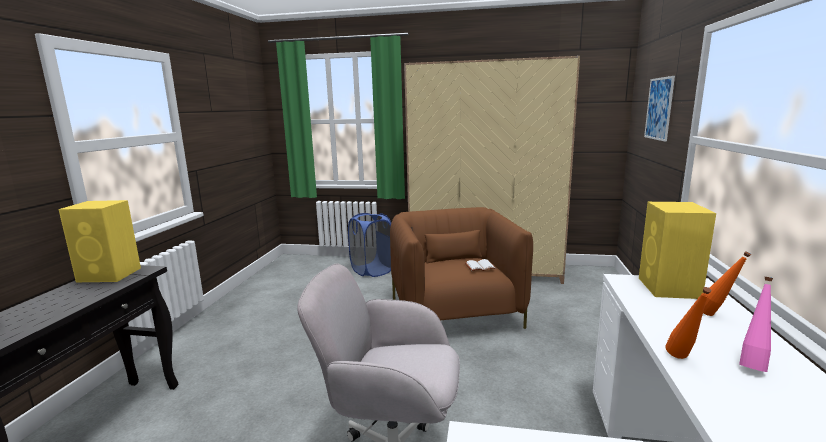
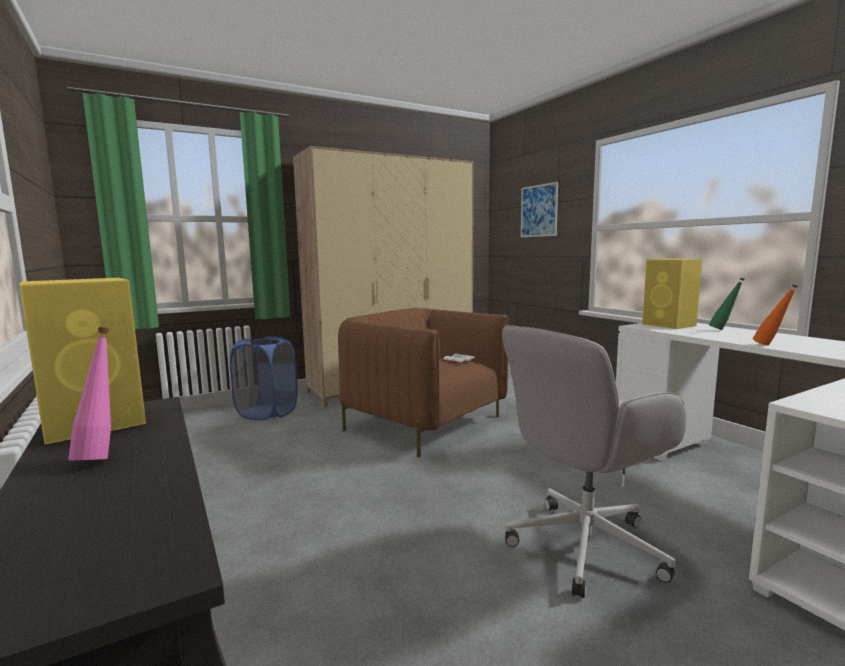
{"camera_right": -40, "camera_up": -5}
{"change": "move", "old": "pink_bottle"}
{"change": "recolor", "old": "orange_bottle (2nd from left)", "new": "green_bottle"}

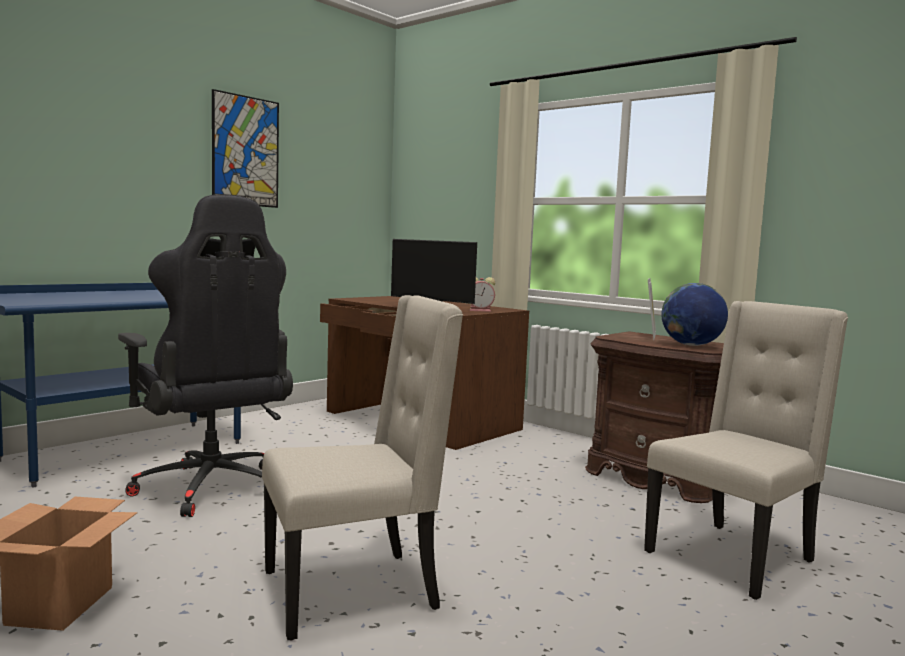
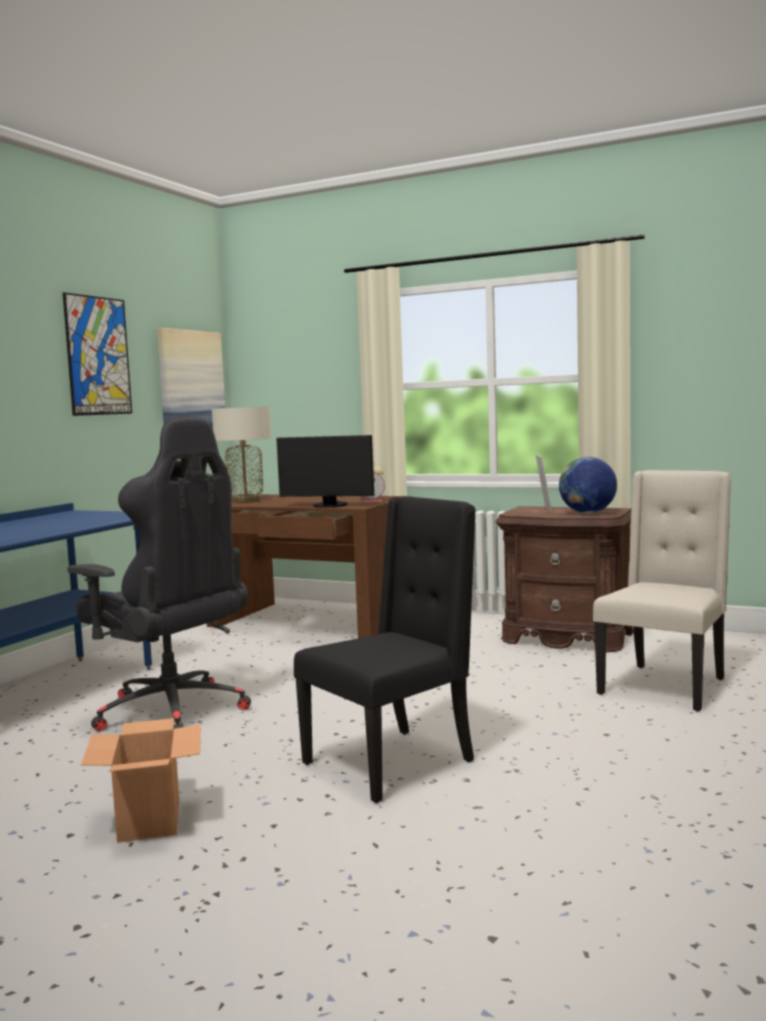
{"camera_right": -15, "camera_up": 0}
{"change": "insert", "new": "picture (2nd from left)"}
{"change": "insert", "new": "table_lamp"}
{"change": "recolor", "old": "beige_chair (1st from left)", "new": "black_chair"}

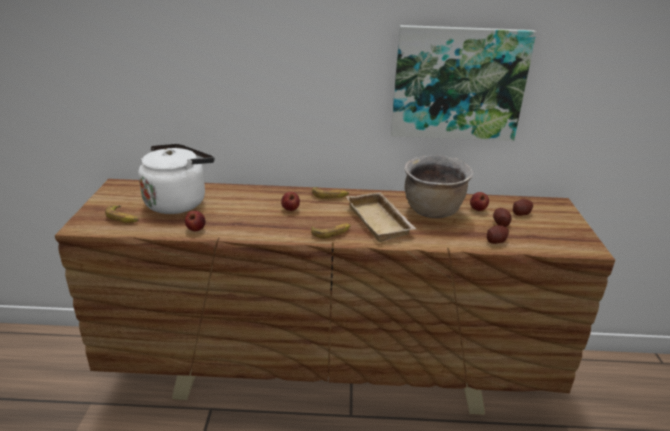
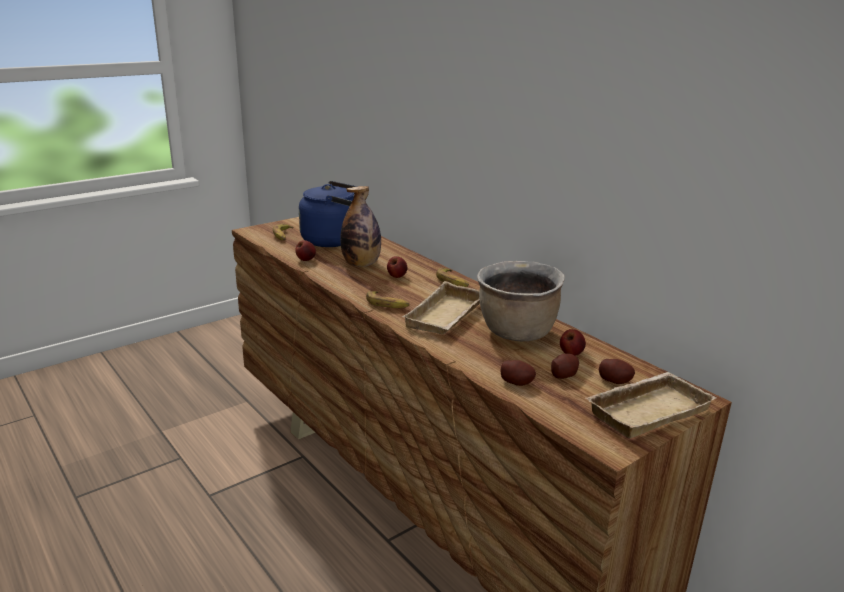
{"camera_right": 50, "camera_up": -5}
{"change": "delete", "old": "picture"}
{"change": "insert", "new": "bottle"}
{"change": "insert", "new": "beige_tray (2nd from left)"}
{"change": "recolor", "old": "white_kettle", "new": "blue_kettle"}

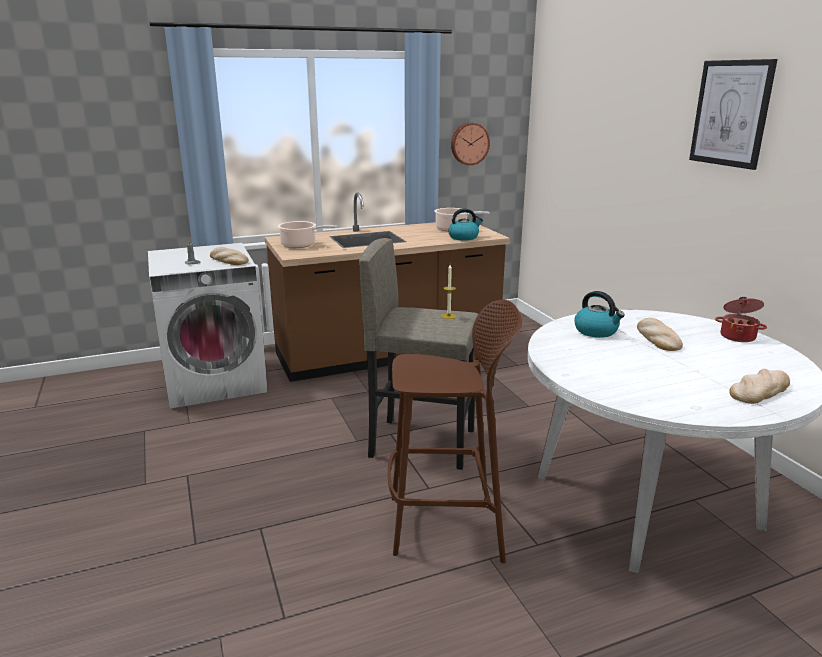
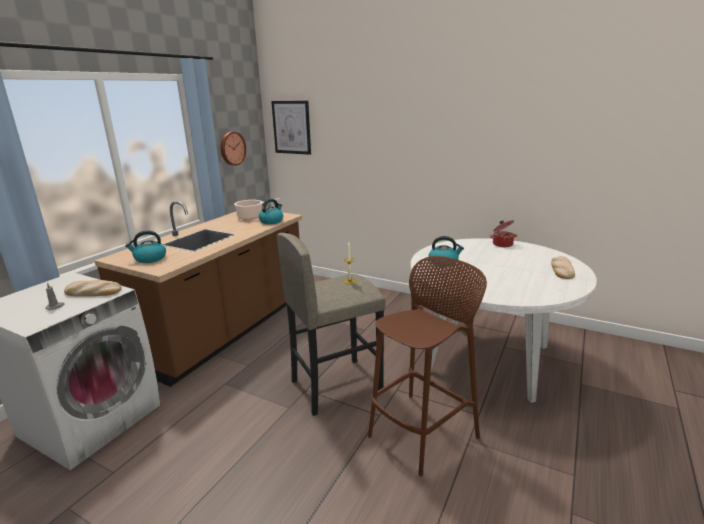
{"camera_right": -40, "camera_up": 0}
{"change": "delete", "old": "bread (2nd from left)"}
{"change": "move", "old": "picture"}
{"change": "replace", "old": "cooking_pot (1st from left)", "new": "kettle (1st from left)"}

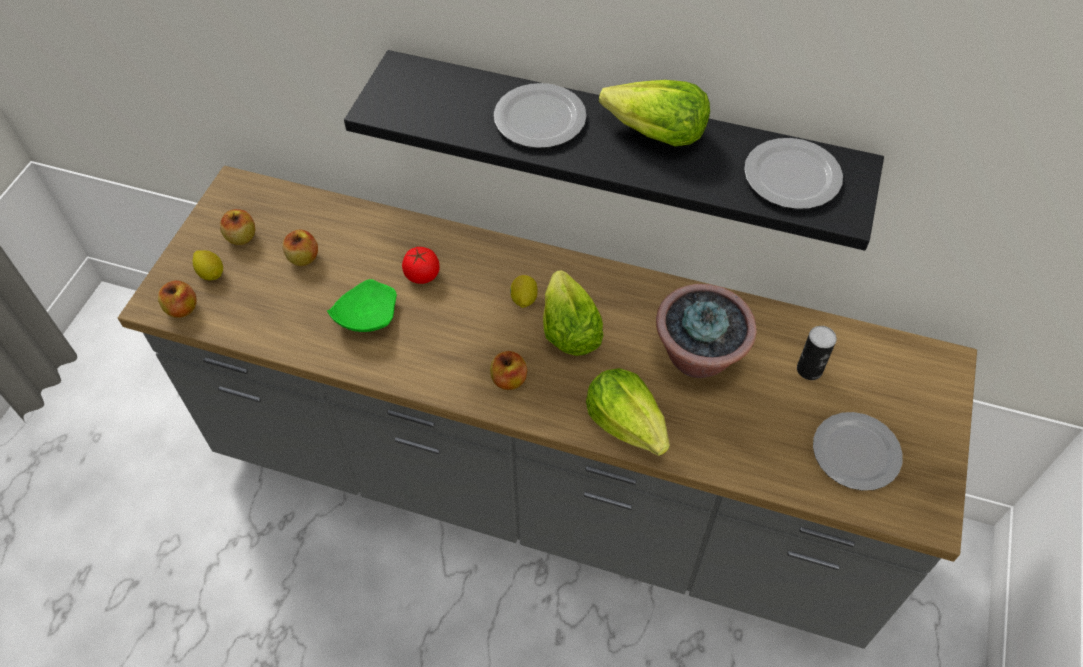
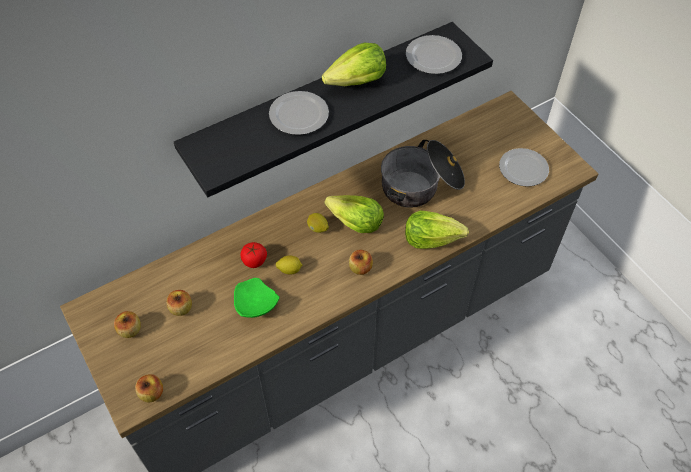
{"camera_right": -50, "camera_up": 0}
{"change": "delete", "old": "can"}
{"change": "move", "old": "lemon (1st from left)"}
{"change": "replace", "old": "potted_plant", "new": "cooking_pot"}

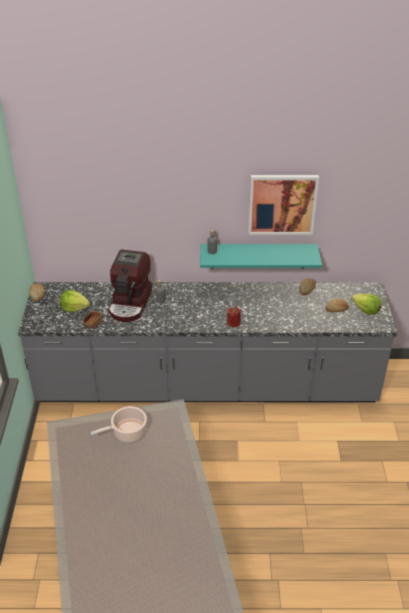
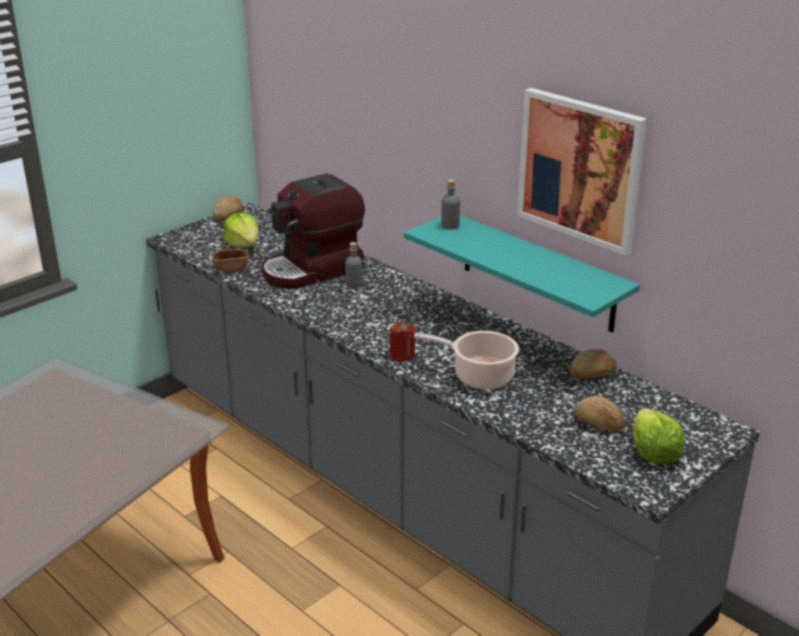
{"camera_right": 45, "camera_up": -10}
{"change": "move", "old": "cooking_pot"}

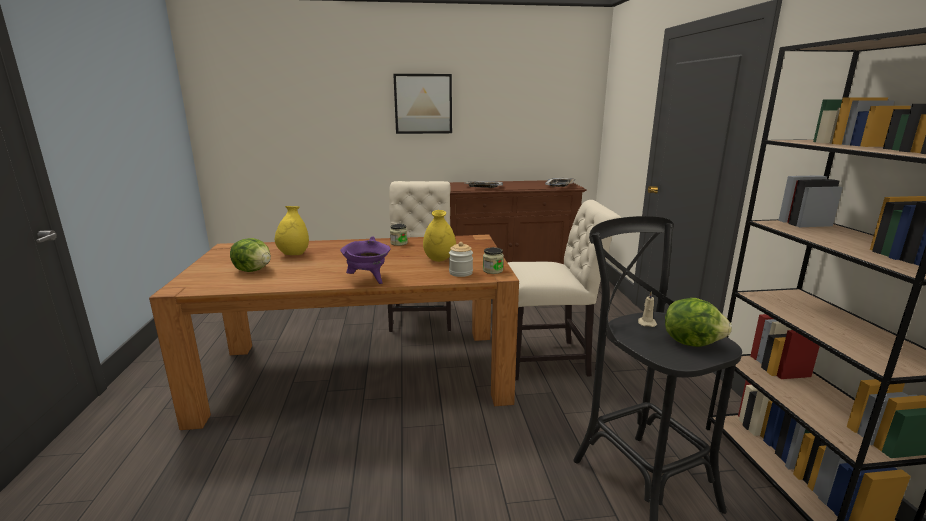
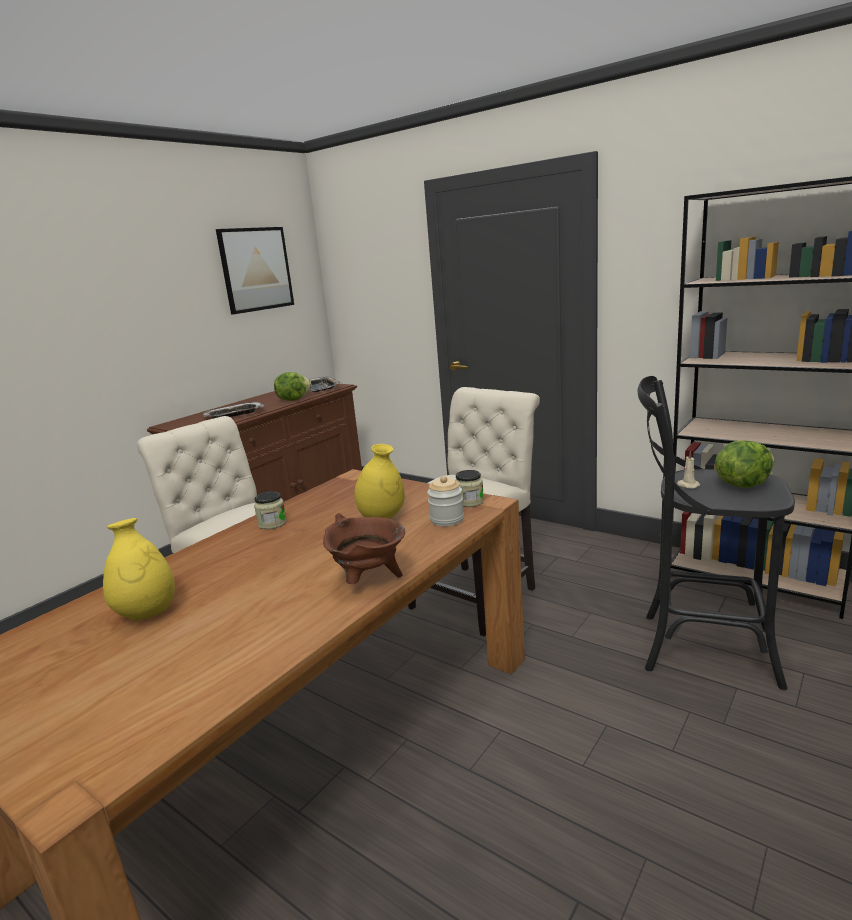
{"camera_right": -45, "camera_up": 0}
{"change": "move", "old": "lettuce (1st from left)"}
{"change": "move", "old": "picture"}
{"change": "recolor", "old": "purple_cooking_pot", "new": "brown_cooking_pot"}

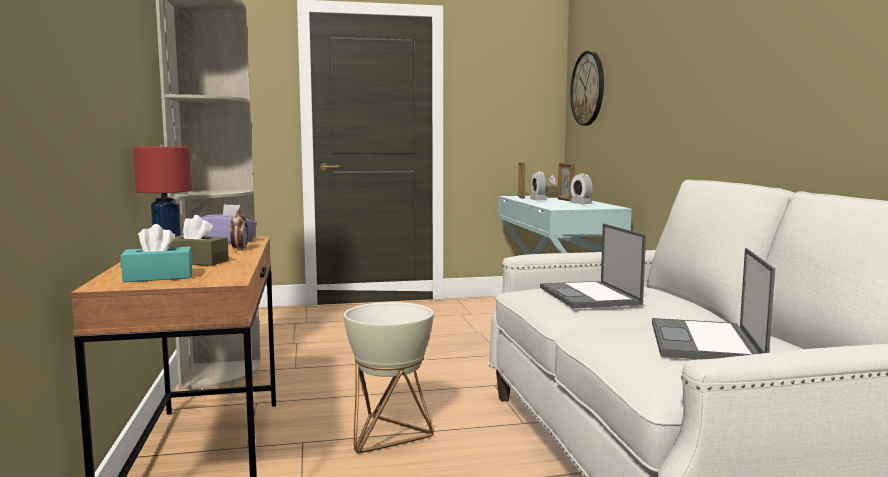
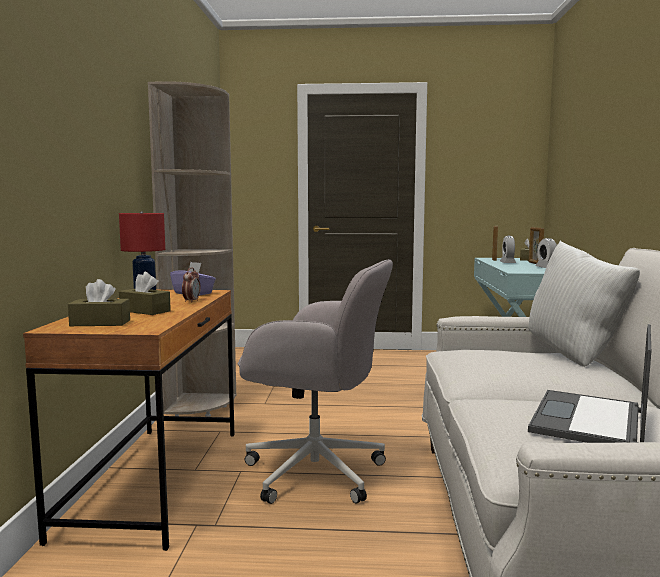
{"camera_right": 15, "camera_up": 0}
{"change": "delete", "old": "laptop (1st from left)"}
{"change": "delete", "old": "wall_clock"}
{"change": "insert", "new": "white_pillow"}
{"change": "replace", "old": "planter", "new": "grey_office_chair"}
{"change": "recolor", "old": "turquoise_tissue_box", "new": "brown_tissue_box (1st from left)"}

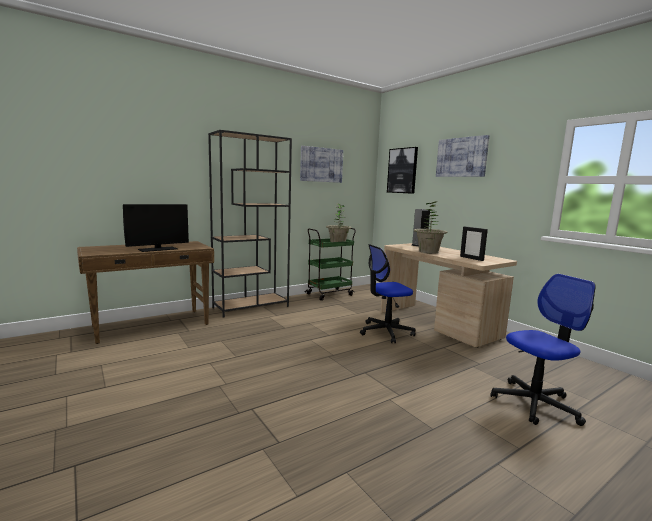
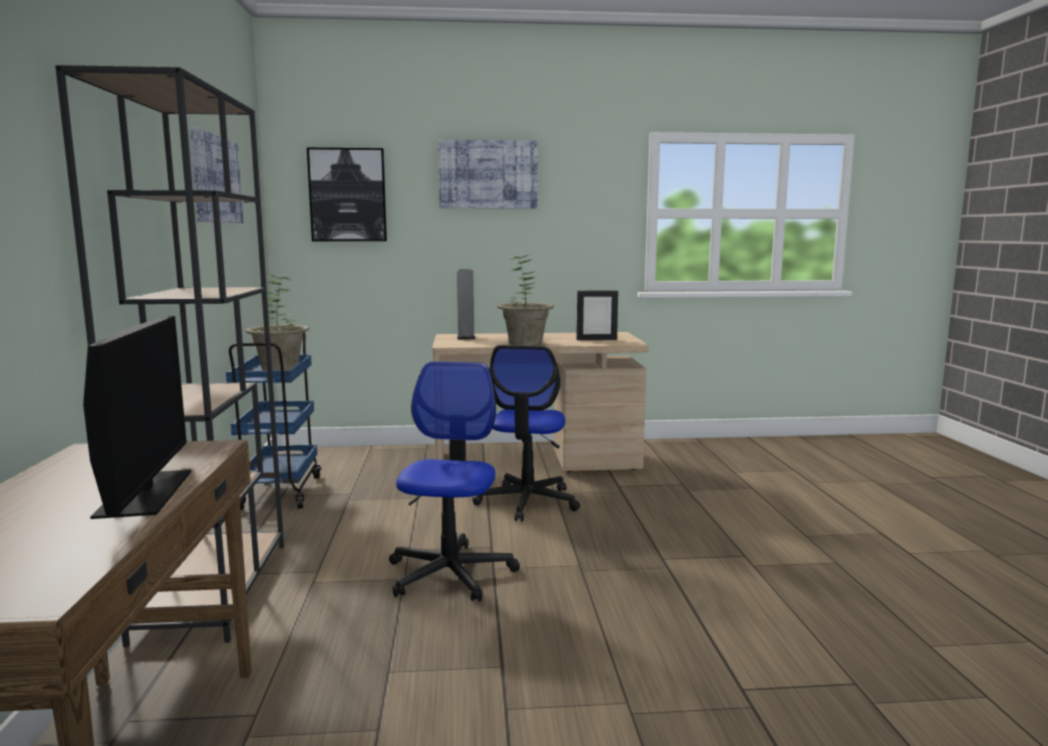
{"camera_right": -60, "camera_up": 0}
{"change": "move", "old": "office_chair (2nd from left in the first image)", "new": "office_chair (1st from left)"}
{"change": "recolor", "old": "green_cart", "new": "blue_cart"}

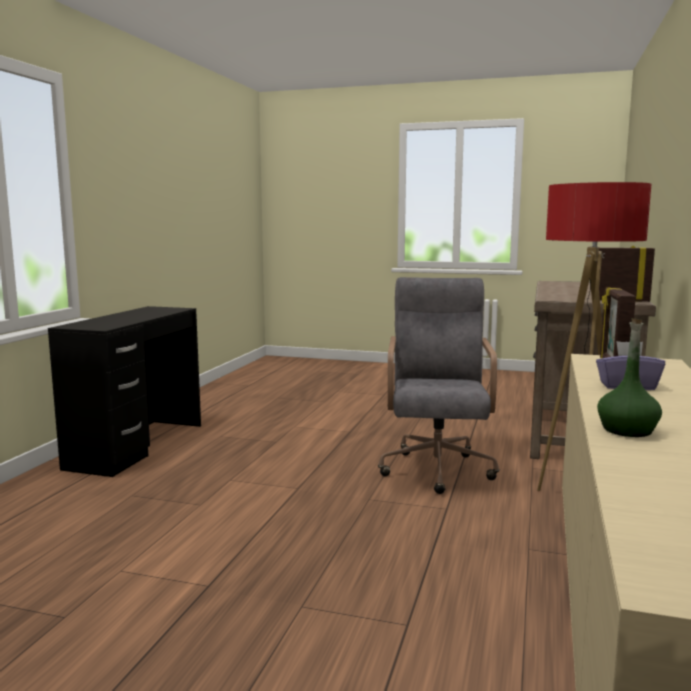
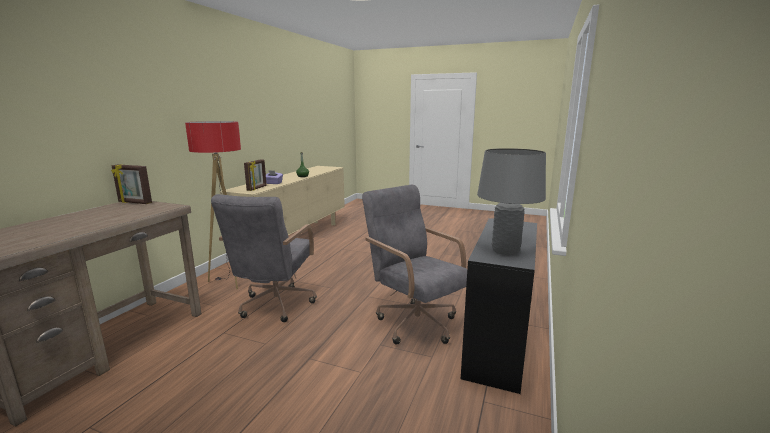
{"camera_right": -175, "camera_up": 5}
{"change": "insert", "new": "grey_office_chair (2nd from left)"}
{"change": "insert", "new": "grey_table_lamp"}

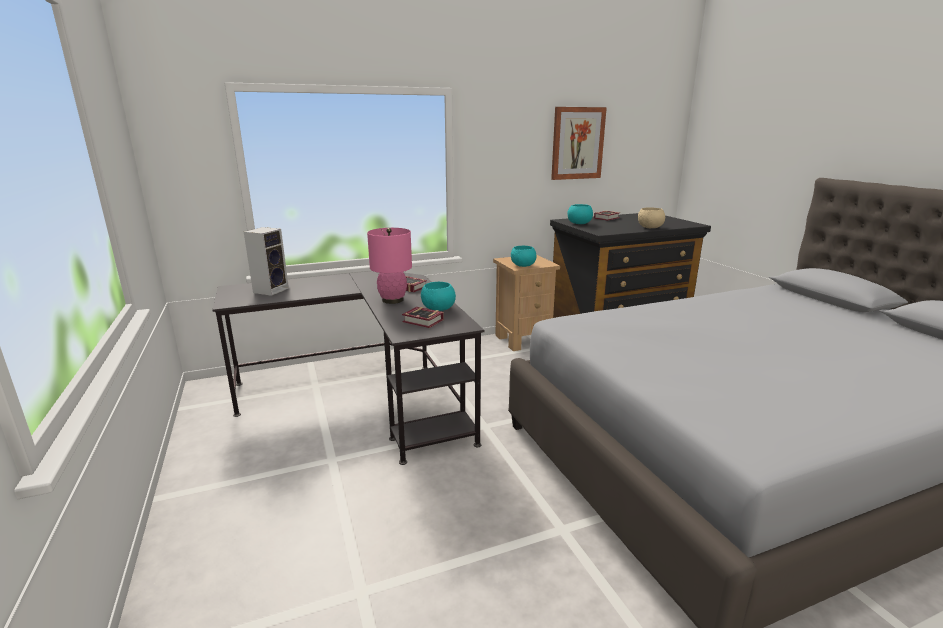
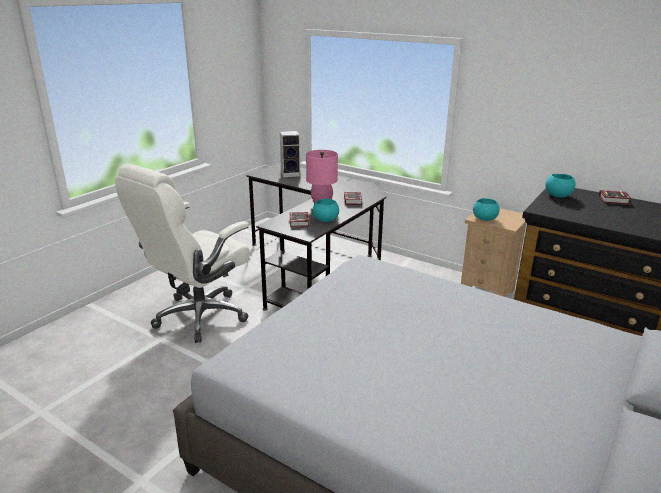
{"camera_right": 55, "camera_up": 5}
{"change": "delete", "old": "picture"}
{"change": "delete", "old": "beige_bowl"}
{"change": "insert", "new": "white_office_chair"}

